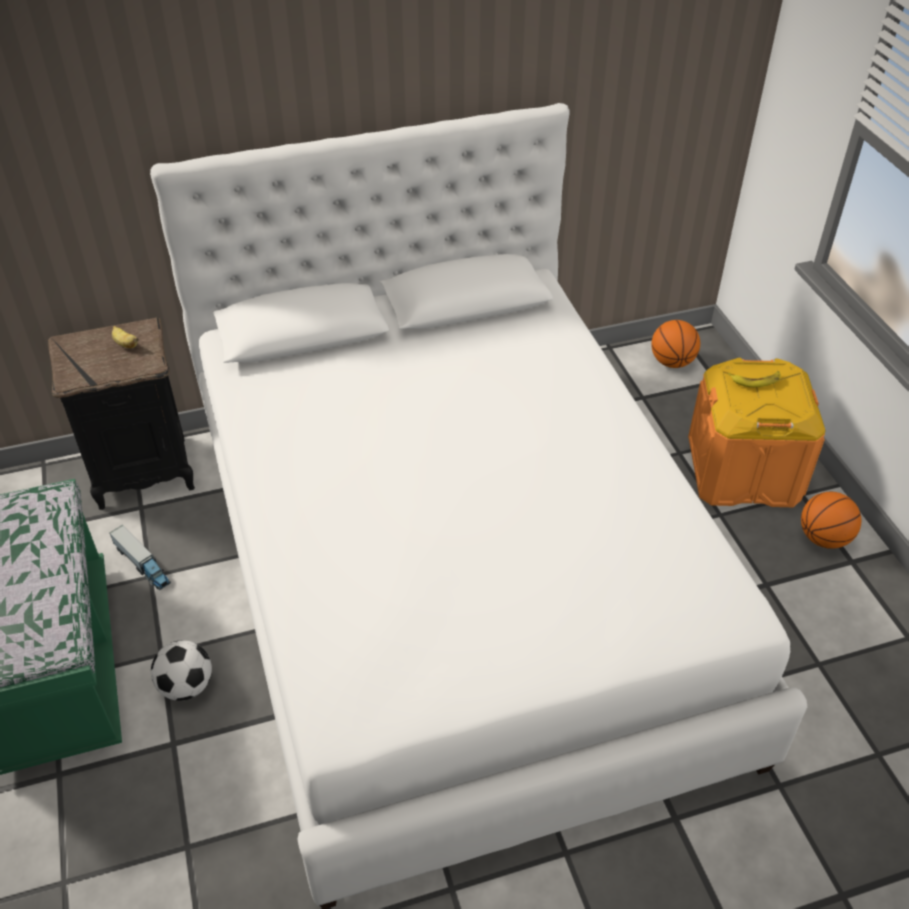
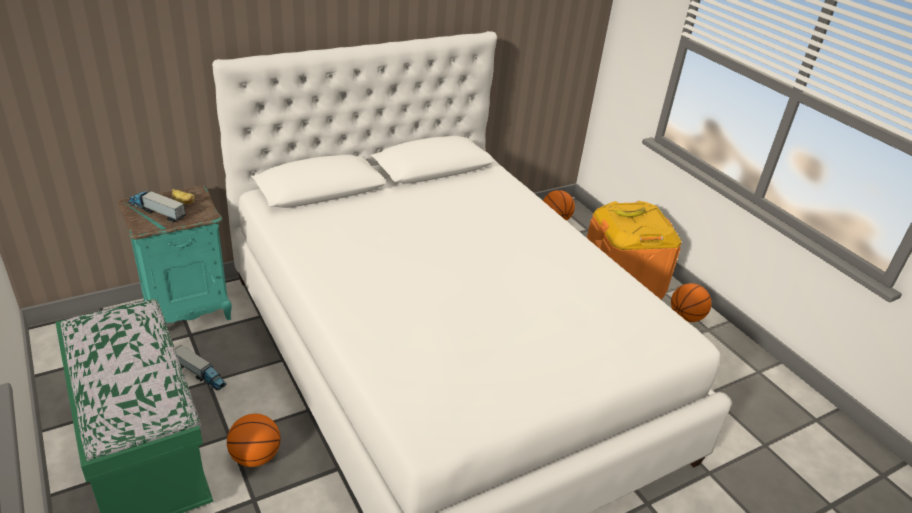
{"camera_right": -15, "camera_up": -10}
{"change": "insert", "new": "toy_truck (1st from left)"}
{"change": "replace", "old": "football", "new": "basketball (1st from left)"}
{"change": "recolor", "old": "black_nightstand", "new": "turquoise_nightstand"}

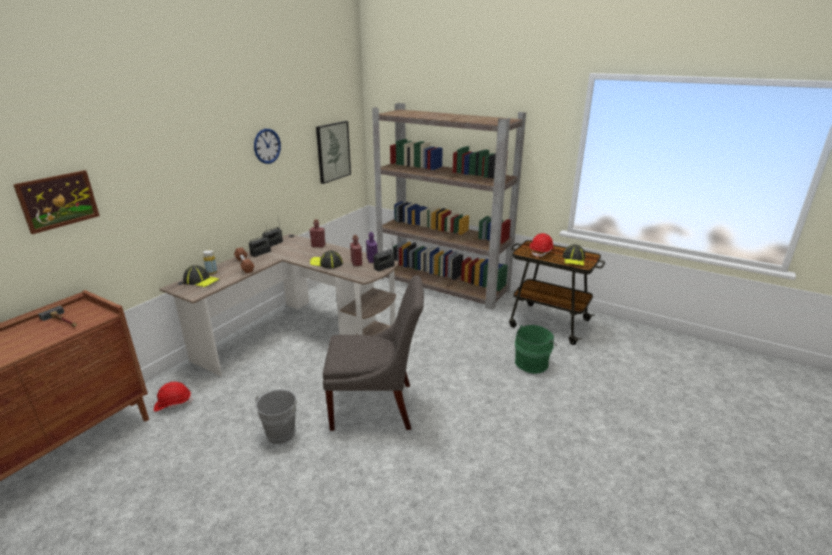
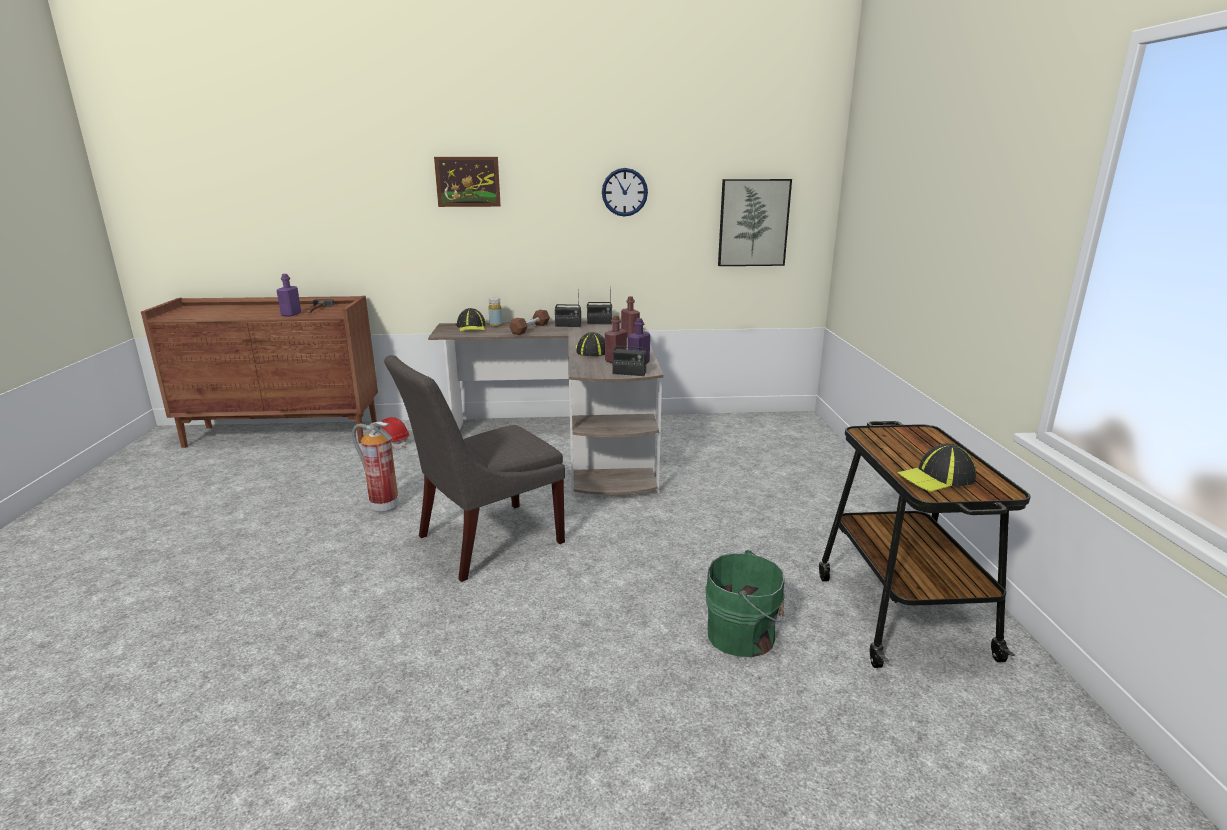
{"camera_right": 55, "camera_up": -5}
{"change": "delete", "old": "brown_bookcase"}
{"change": "delete", "old": "red_hard_hat (2nd from left)"}
{"change": "insert", "new": "purple_bottle (1st from left)"}
{"change": "move", "old": "picture (1st from left)"}
{"change": "replace", "old": "grey_bucket", "new": "fire_extinguisher"}
{"change": "rotate", "old": "grey_chair", "degrees": 90}

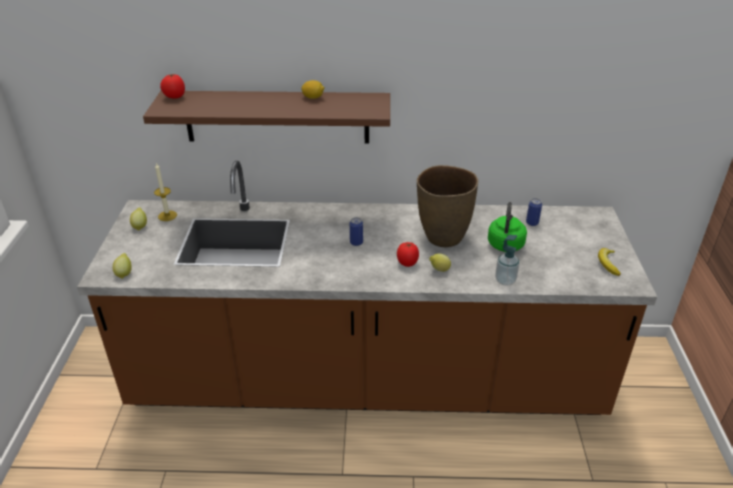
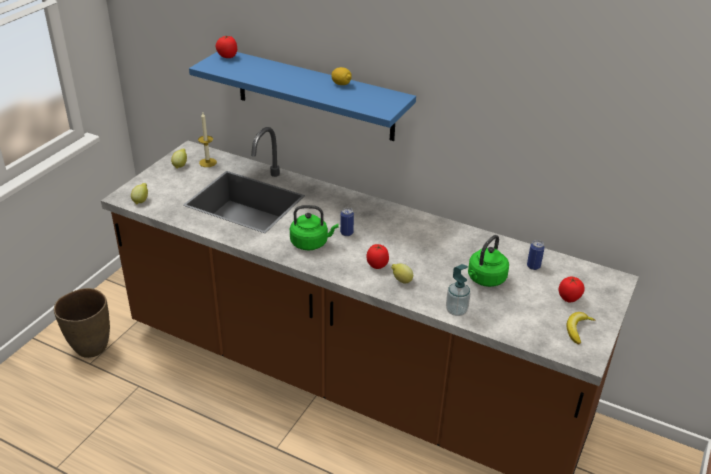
{"camera_right": 25, "camera_up": 0}
{"change": "insert", "new": "green_kettle (1st from left)"}
{"change": "insert", "new": "tomato (3rd from left)"}
{"change": "move", "old": "brown_vase"}
{"change": "recolor", "old": "brown_shelf", "new": "blue_shelf"}

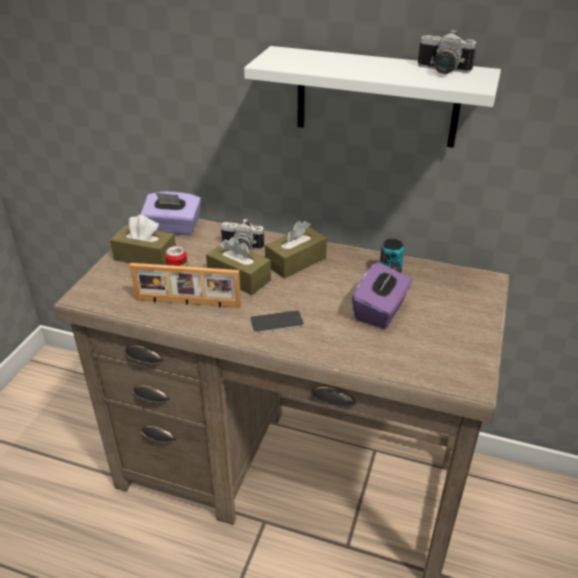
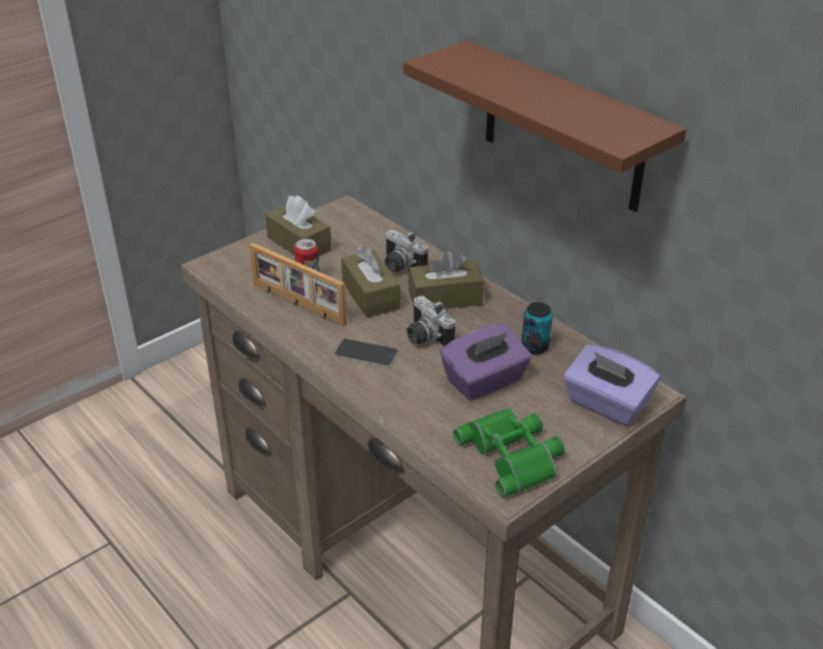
{"camera_right": 30, "camera_up": 0}
{"change": "insert", "new": "green_binoculars"}
{"change": "move", "old": "purple_tissue_box (1st from left in the first image)", "new": "purple_tissue_box (2nd from left)"}
{"change": "move", "old": "photo_camera (2nd from left)"}
{"change": "recolor", "old": "white_shelf", "new": "brown_shelf"}

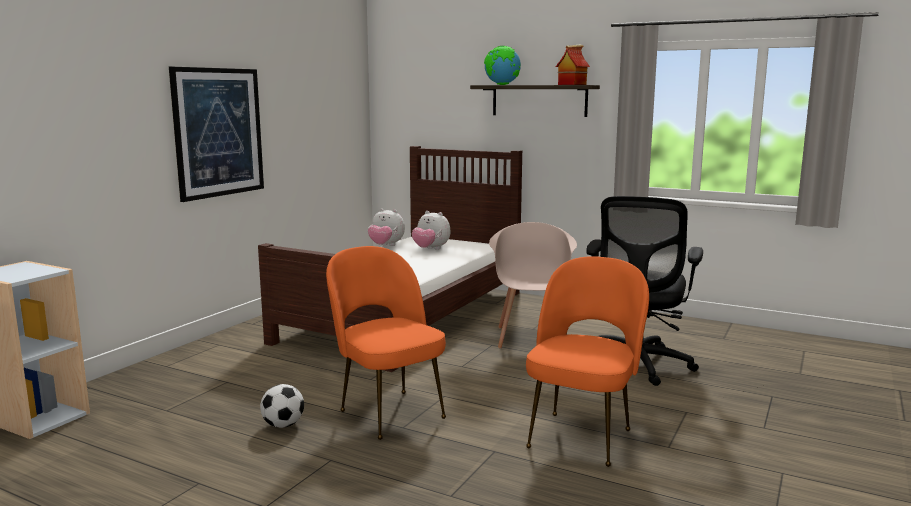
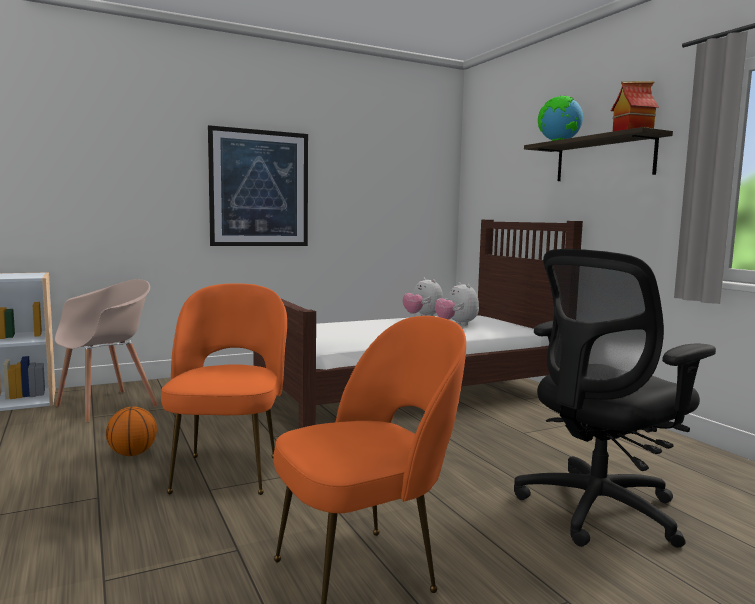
{"camera_right": 35, "camera_up": -5}
{"change": "move", "old": "beige_chair"}
{"change": "replace", "old": "football", "new": "basketball"}

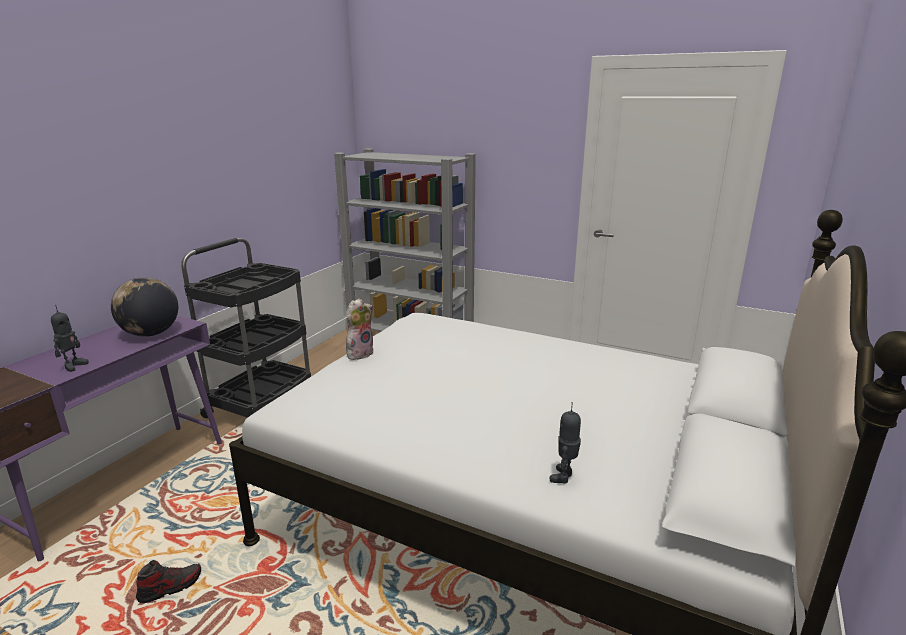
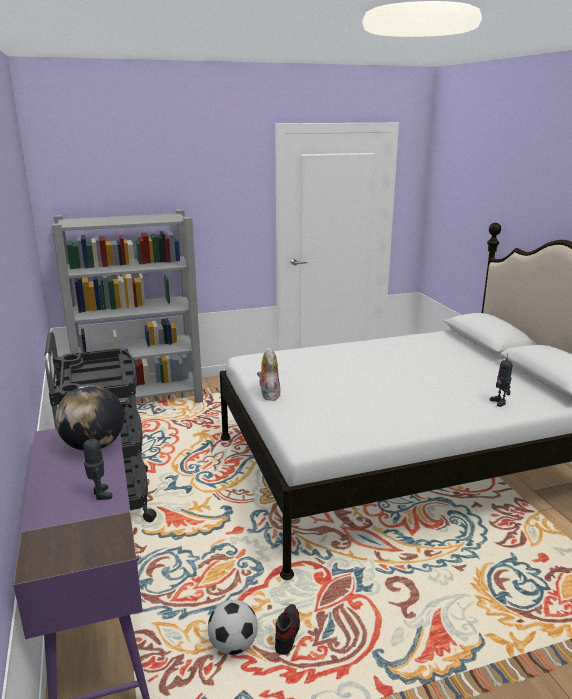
{"camera_right": -45, "camera_up": 0}
{"change": "insert", "new": "football"}

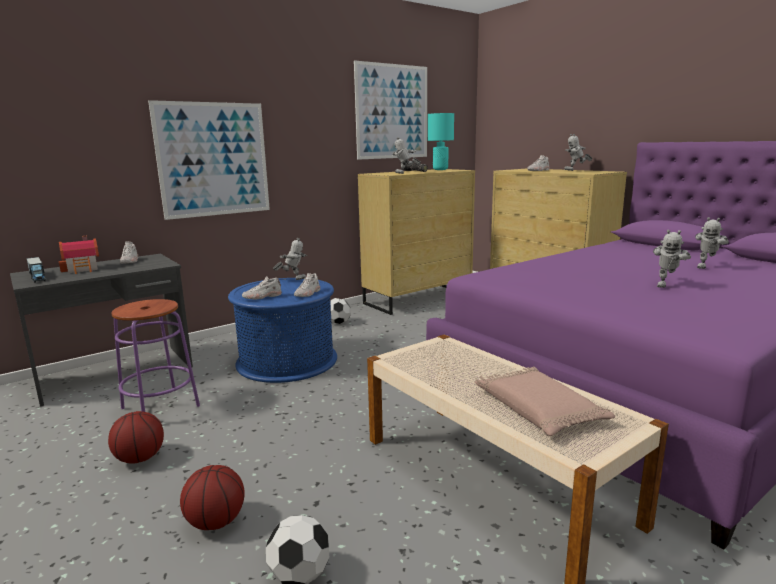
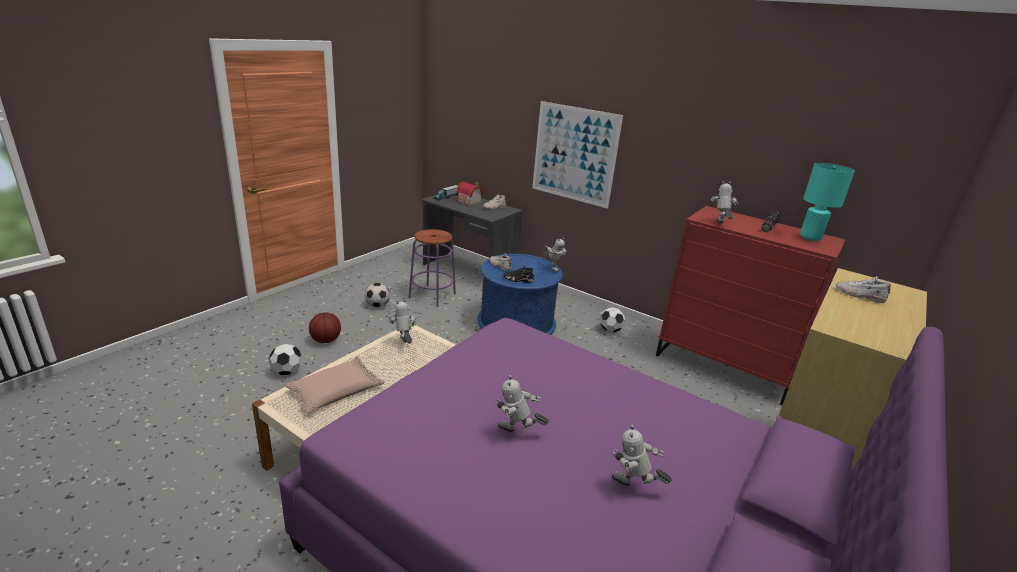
{"camera_right": 70, "camera_up": 10}
{"change": "delete", "old": "picture (2nd from left)"}
{"change": "move", "old": "toy_robot (3rd from left in the first image)", "new": "toy_robot (1st from left)"}
{"change": "replace", "old": "basketball (1st from left)", "new": "football (2nd from left)"}
{"change": "recolor", "old": "white_shoe (3rd from left)", "new": "black_shoe"}
{"change": "recolor", "old": "beige_dresser (1st from left)", "new": "red_dresser"}

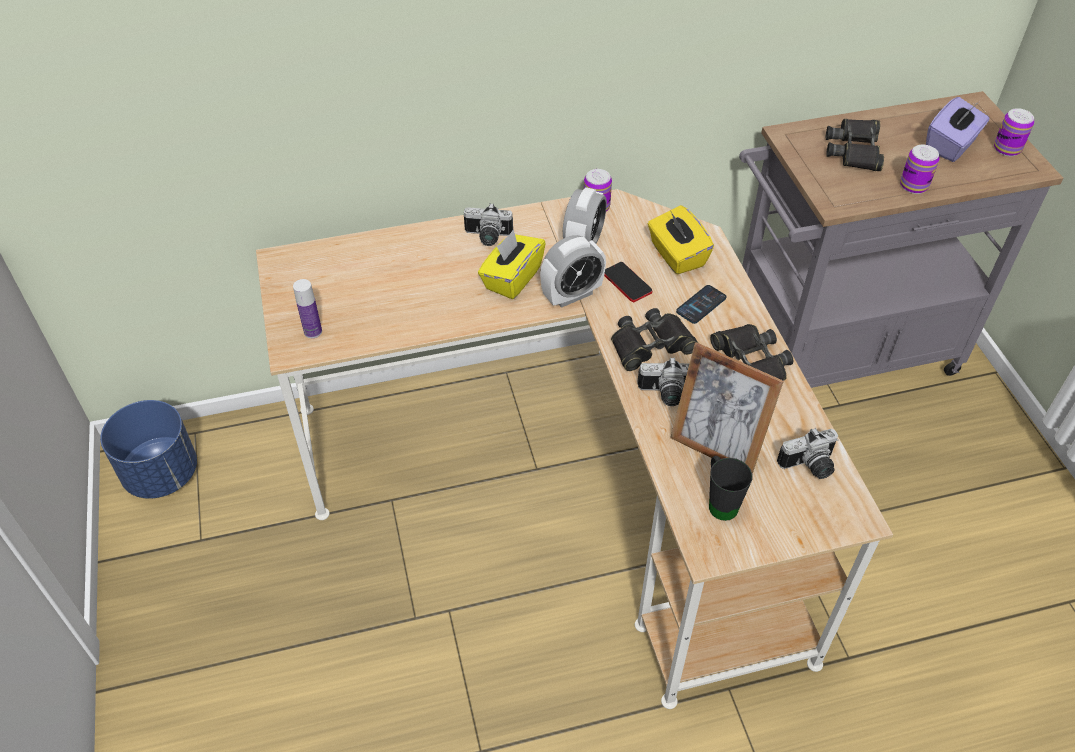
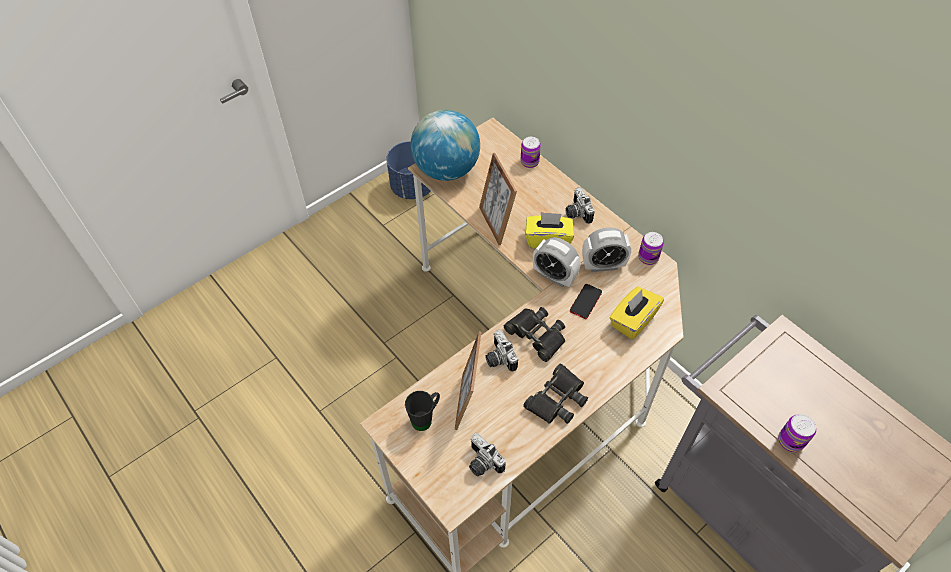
{"camera_right": 65, "camera_up": 5}
{"change": "delete", "old": "phone (2nd from left)"}
{"change": "delete", "old": "black_binoculars (3rd from left)"}
{"change": "delete", "old": "purple_tissue_box"}
{"change": "insert", "new": "picture_frame (2nd from left)"}
{"change": "move", "old": "can (3rd from left in the first image)", "new": "can (1st from left)"}
{"change": "replace", "old": "bottle", "new": "globe"}

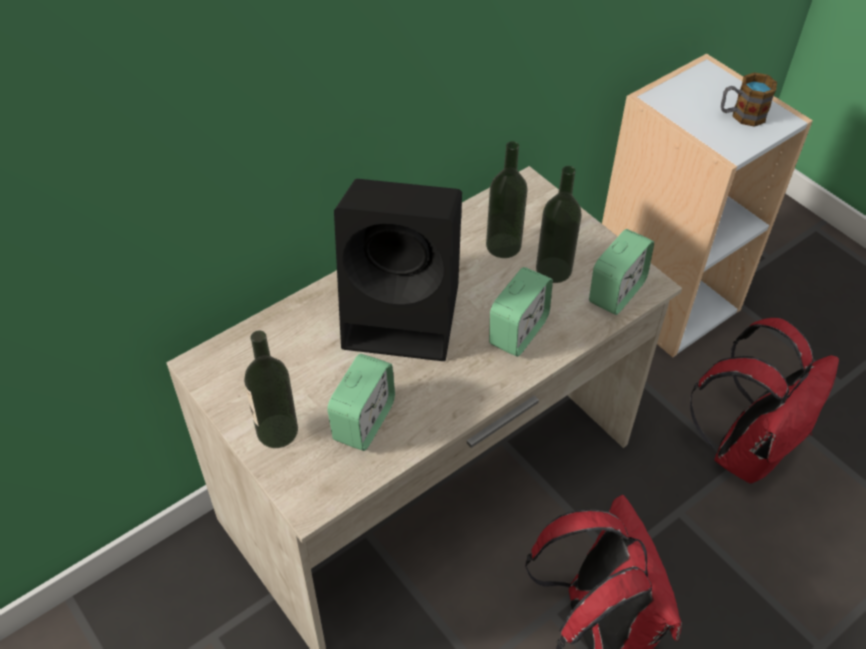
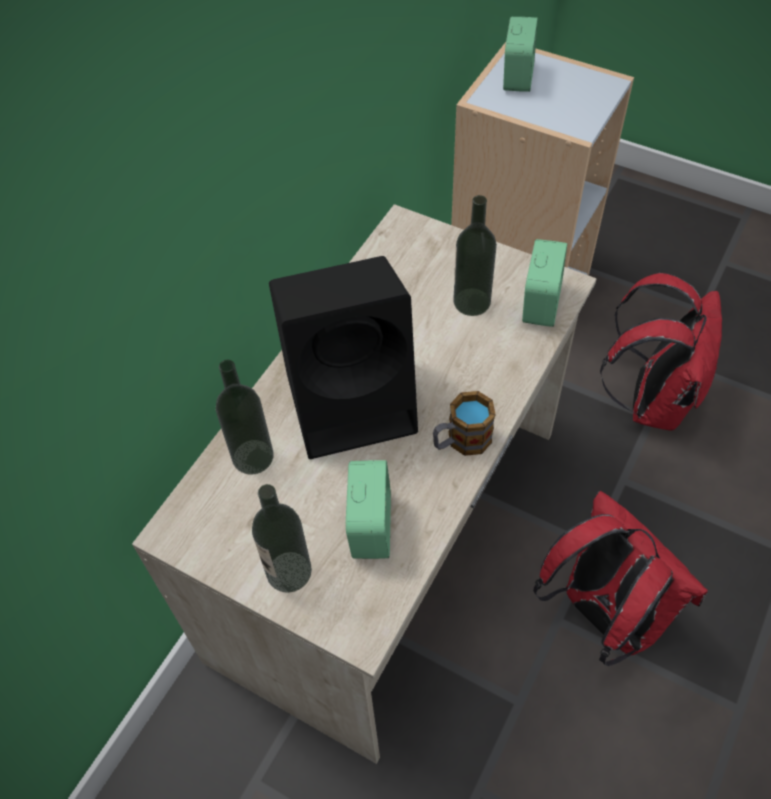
{"camera_right": -20, "camera_up": 5}
{"change": "move", "old": "bottle (2nd from left in the first image)", "new": "bottle (1st from left)"}
{"change": "move", "old": "alarm_clock (2nd from left)"}
{"change": "move", "old": "mug"}

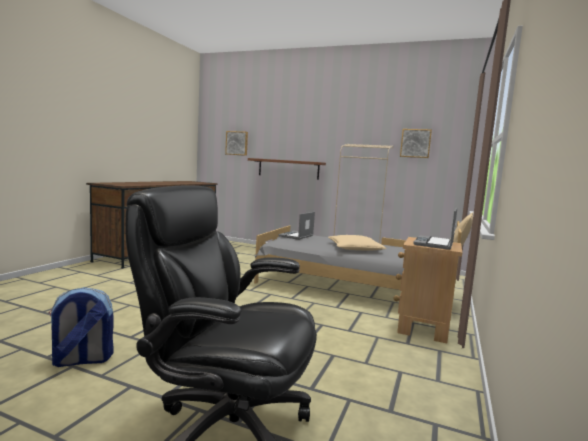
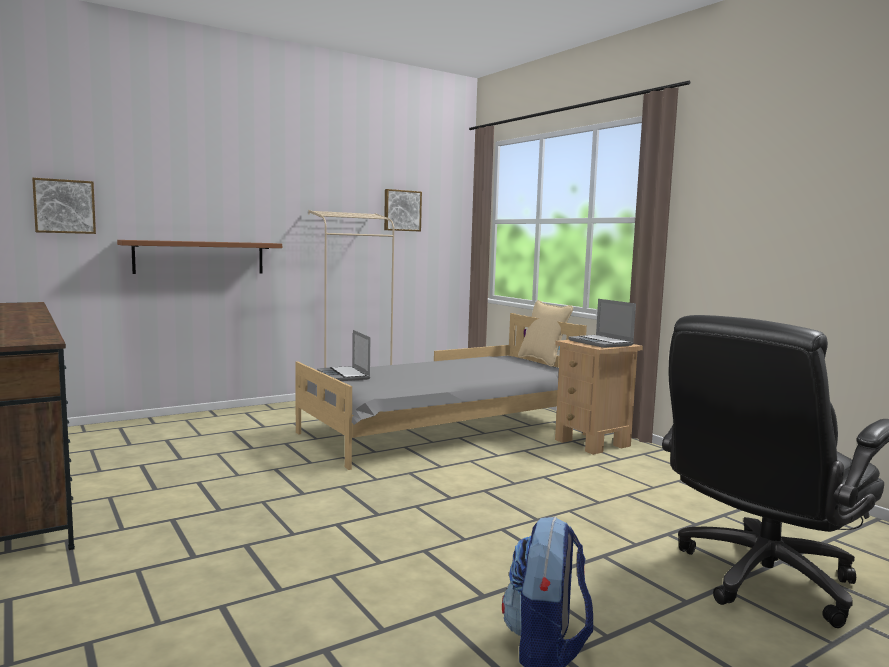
{"camera_right": -55, "camera_up": 0}
{"change": "delete", "old": "beige_pillow (1st from left)"}

